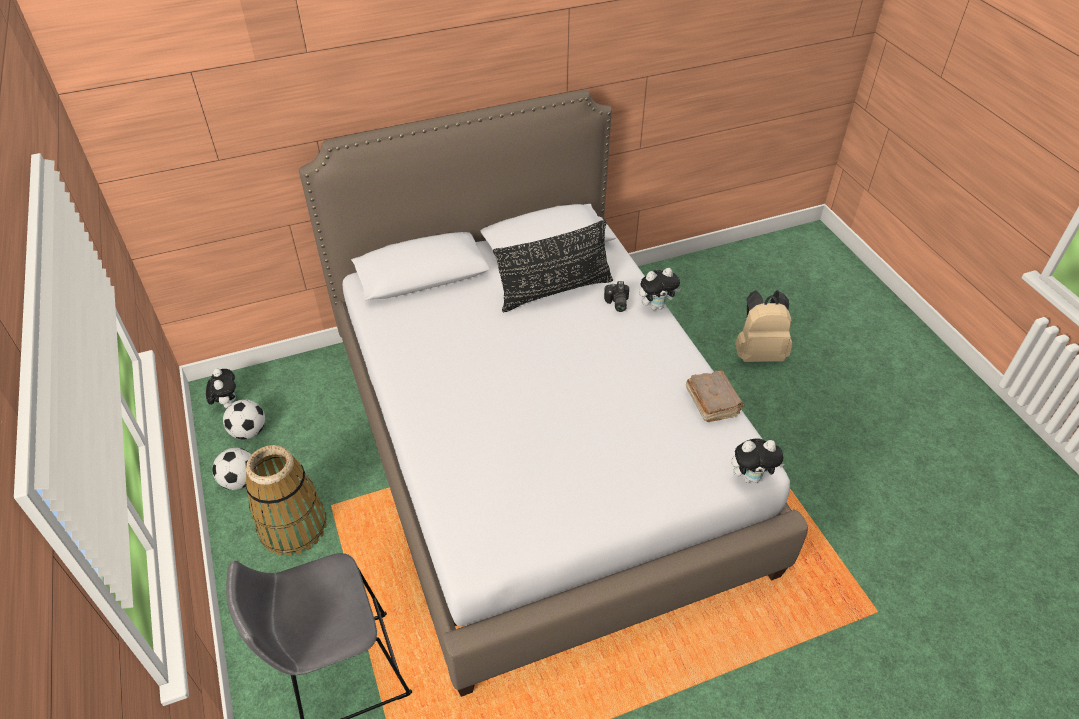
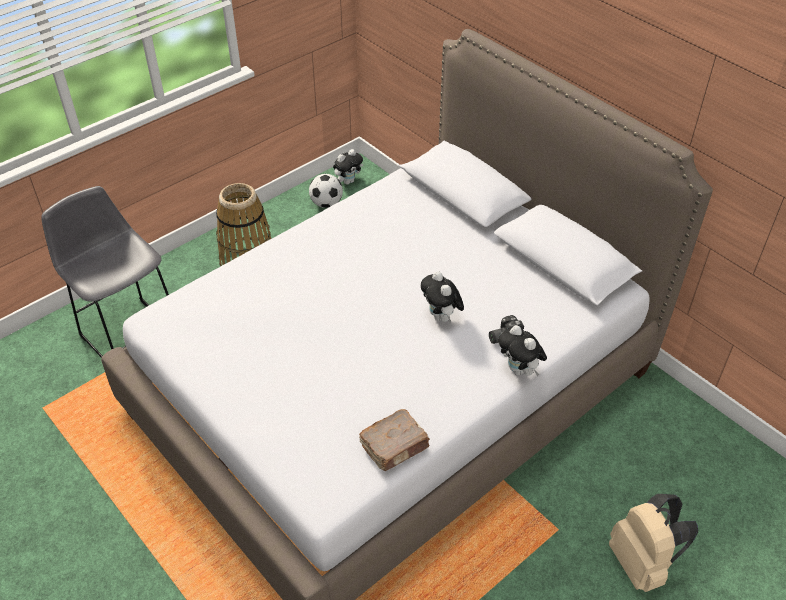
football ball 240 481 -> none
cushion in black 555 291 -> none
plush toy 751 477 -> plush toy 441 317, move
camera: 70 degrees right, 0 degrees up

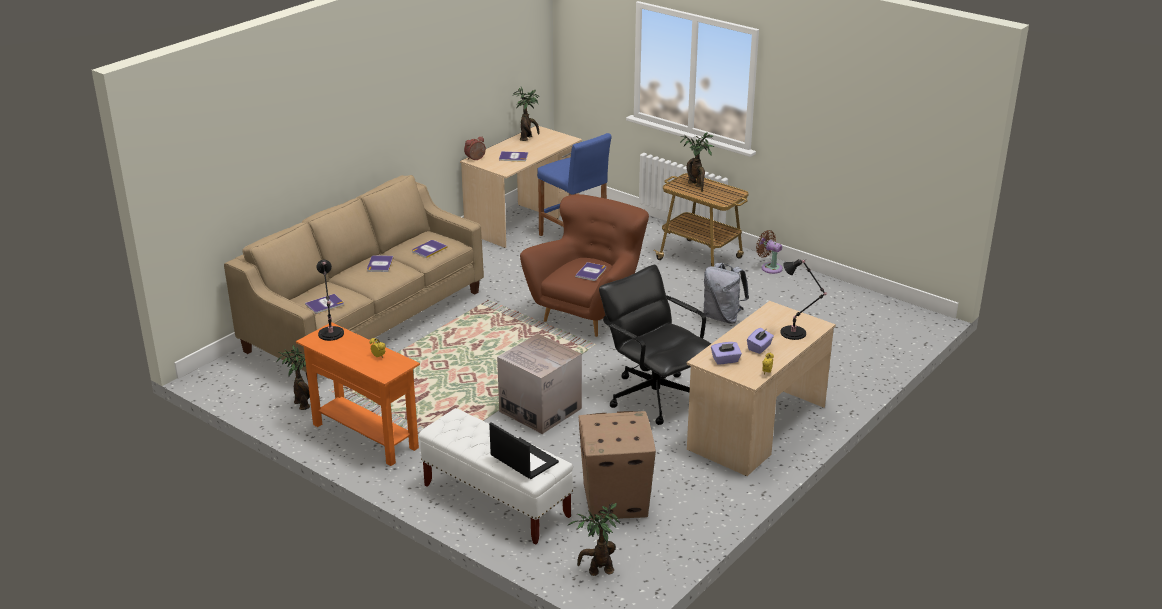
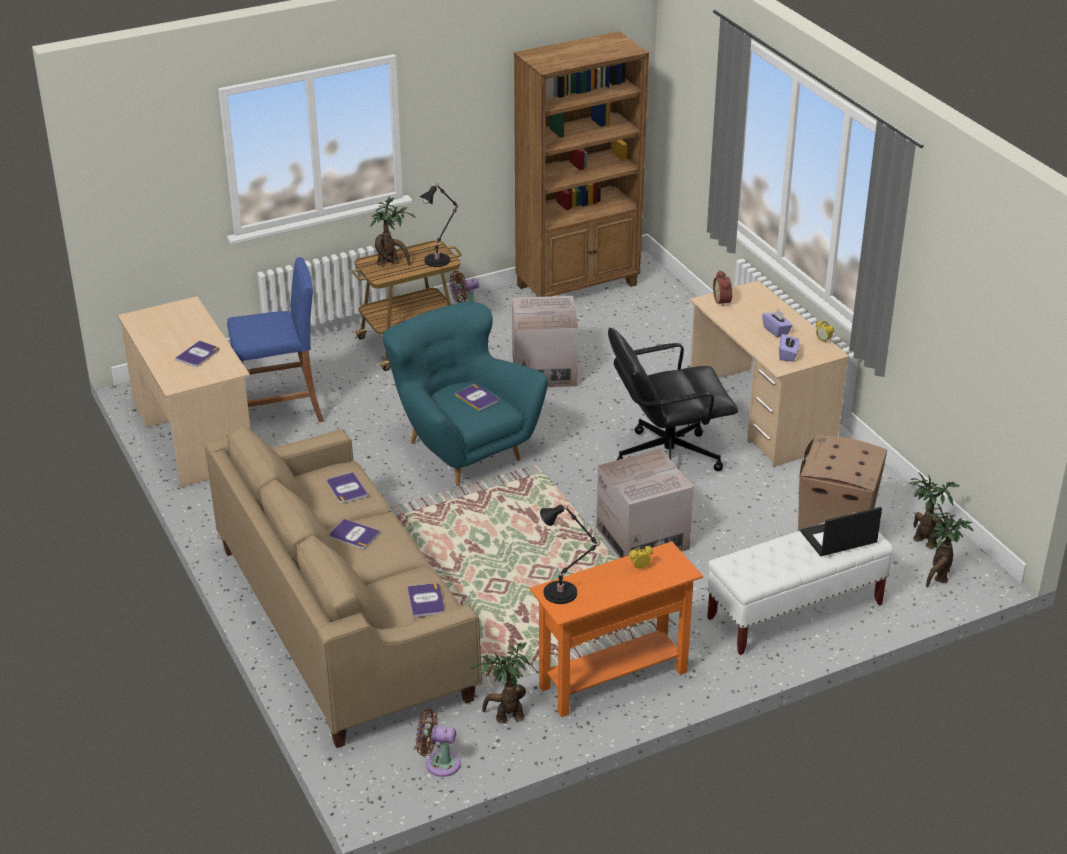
none -> electric fan in brown-coloured 439 763
none -> bookshelf in brown-coloured 578 285
table clock 476 159 -> table clock 723 301, move
potted plant 528 138 -> potted plant 923 540, move
tabletop lamp in black 795 333 -> tabletop lamp in black 439 259, move
rucksack in grey 722 317 -> carton 544 370
armchair in brown-coloured 588 312 -> armchair in blue-green 462 449
camera: 65 degrees left, 5 degrees up

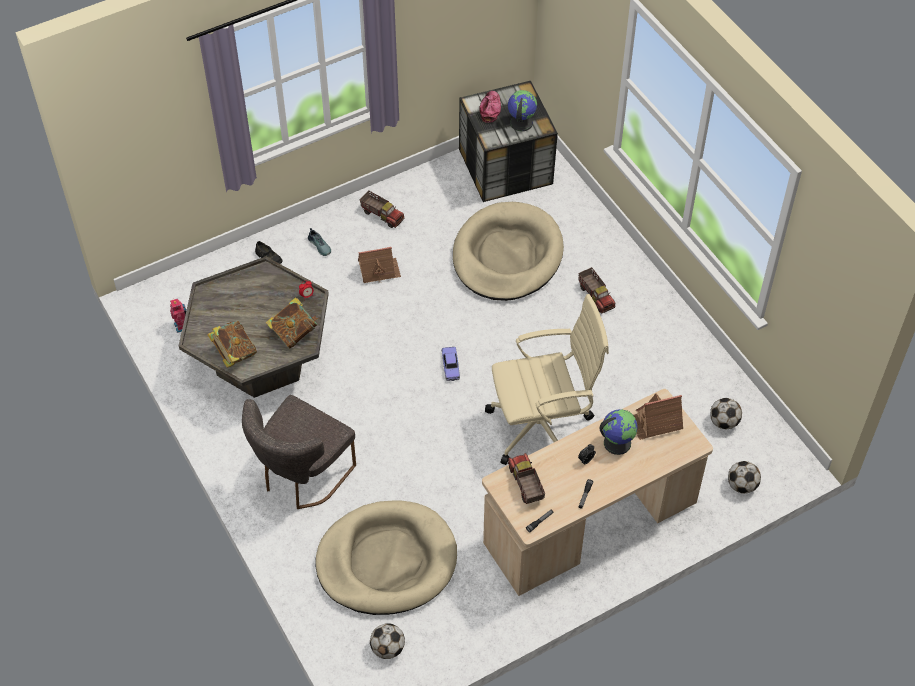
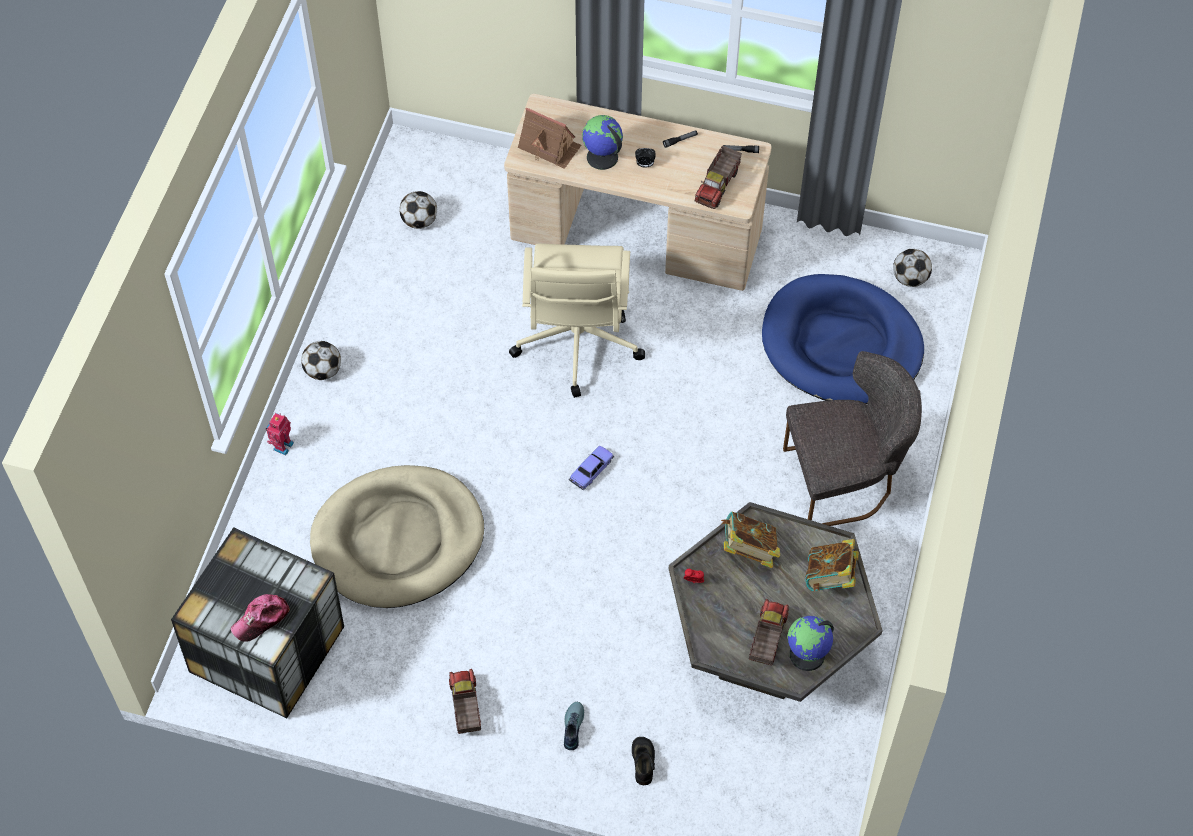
miniature house 379 270 -> none
toy robot 182 326 -> toy robot 282 445, move
desk globe 520 123 -> desk globe 807 655, move
toy lorry 596 296 -> toy lorry 766 638, move
football ball 741 485 -> football ball 323 371, move
pet bed in beige-coloured 386 561 -> pet bed in blue-coloured 841 345
computer chair in beige-coloured 543 427 -> computer chair in beige-coloured 577 344, 120 degrees counterclockwise
camera: 135 degrees left, 5 degrees up

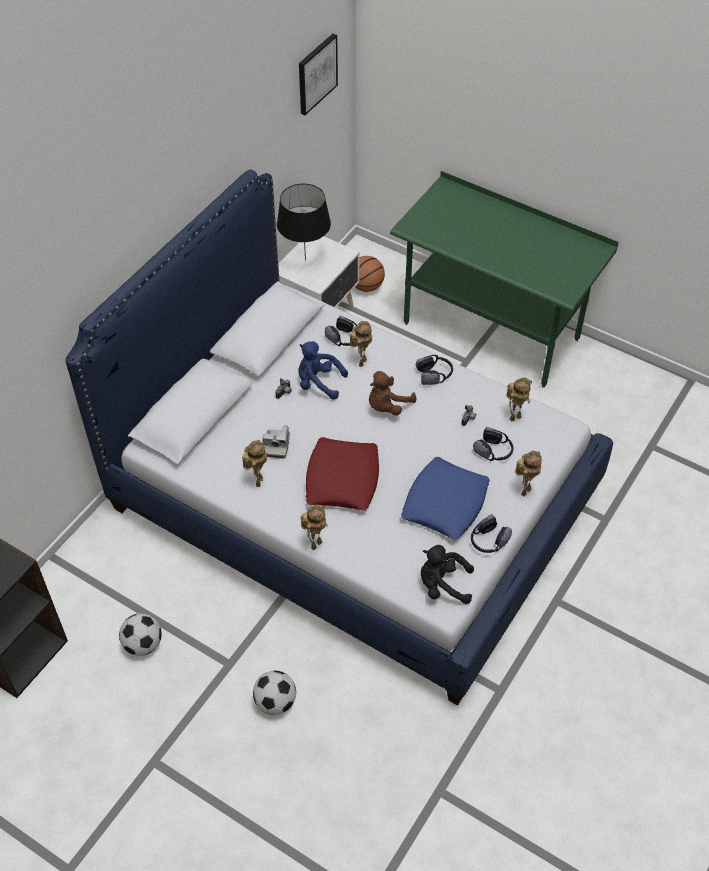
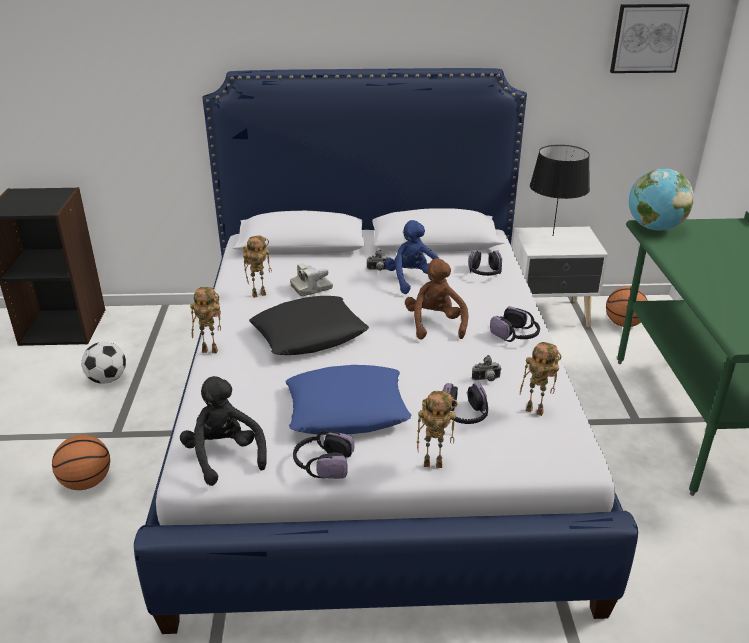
toy robot 361 361 -> none
none -> desk globe 654 228
football ball 275 702 -> ball for basketball 86 482
cushion in reddish 342 479 -> cushion in black 309 334
plush toy in brown-coloured 387 406 -> plush toy in brown-coloured 435 324, 75 degrees clockwise
camera: 55 degrees right, 20 degrees down

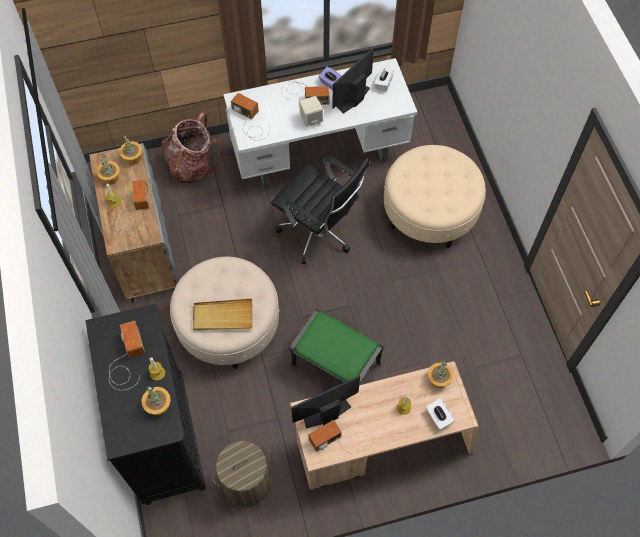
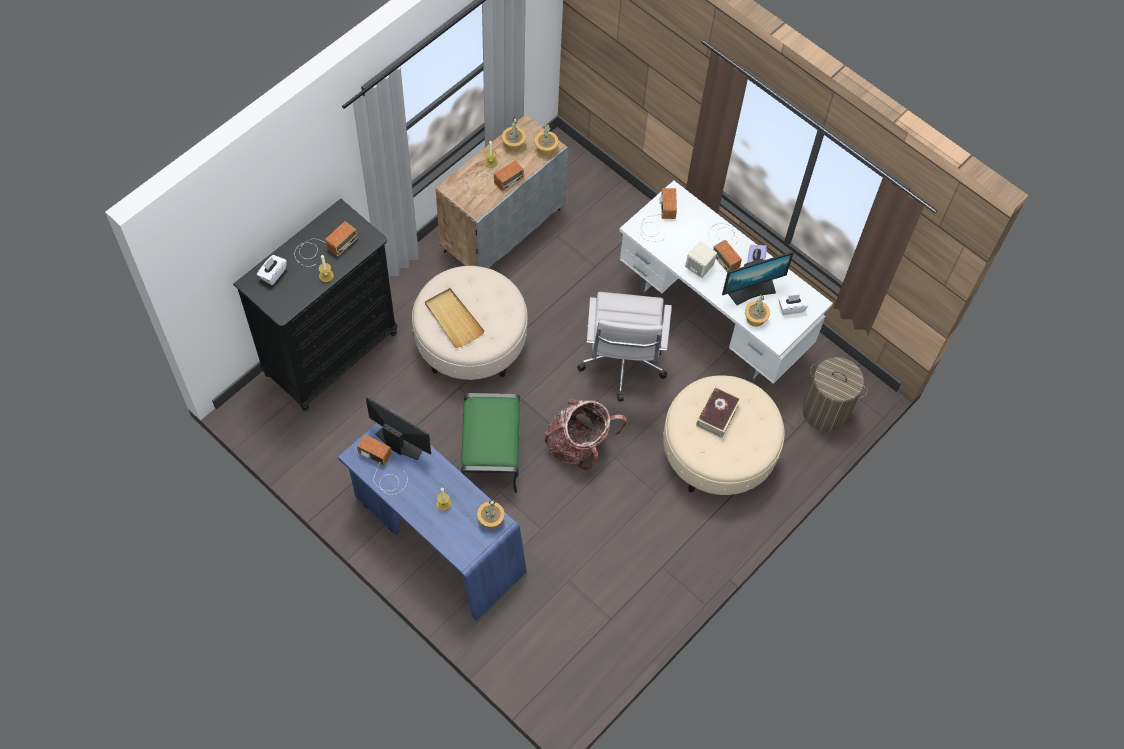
none -> volume 717 415
potted plant 158 406 -> potted plant 755 318, move
rucksack 192 165 -> rucksack 579 445, move
laundry basket 246 483 -> laundry basket 825 411, move
box of tissues in whitish 438 417 -> box of tissues in whitish 273 274, move
computer chair in black 319 234 -> computer chair in whitish 622 366
desk in beige-coloured 382 444 -> desk in blue-coloured 436 536
monitor 352 98 -> monitor 751 290, 150 degrees clockwise
camera: 55 degrees right, 0 degrees up

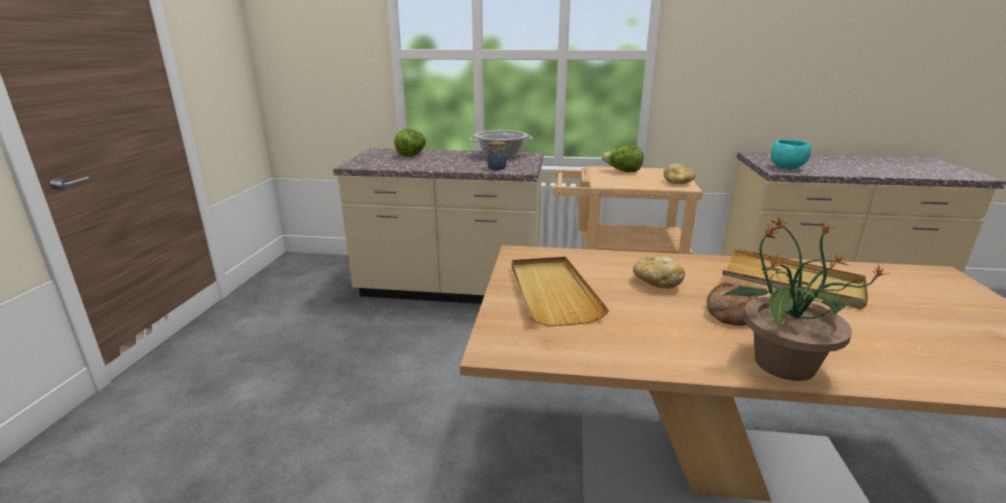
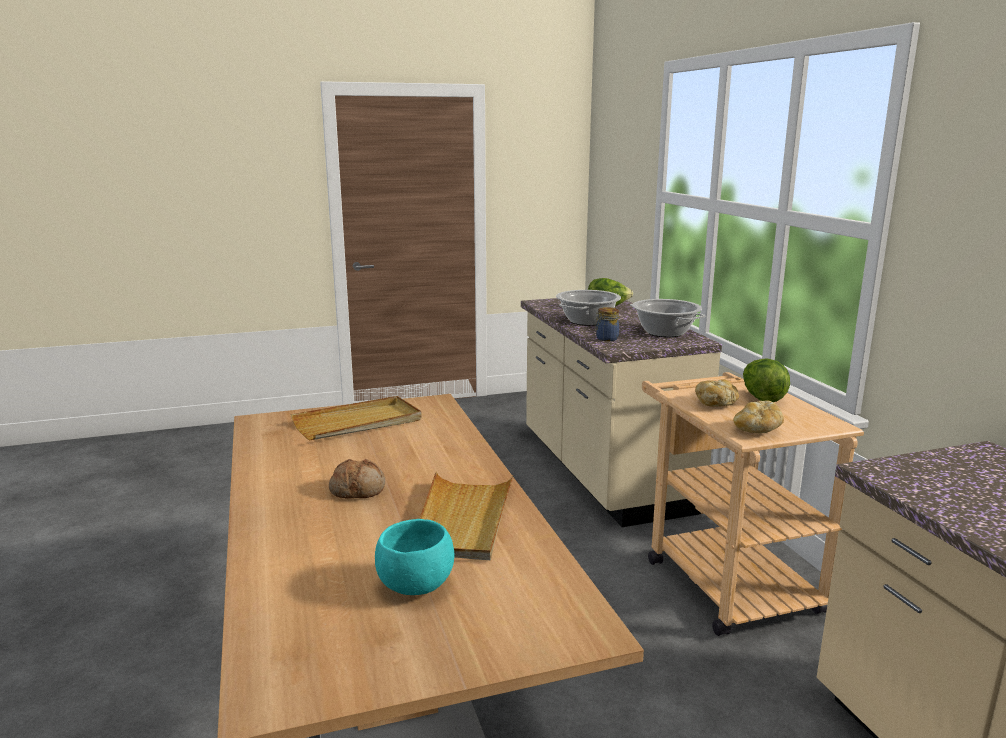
potted plant 781 363 -> none
none -> stockpot 587 321
baked bread 656 282 -> baked bread 716 403, move
serving bowl in blue-green 786 168 -> serving bowl in blue-green 415 586, move
camera: 65 degrees right, 5 degrees down

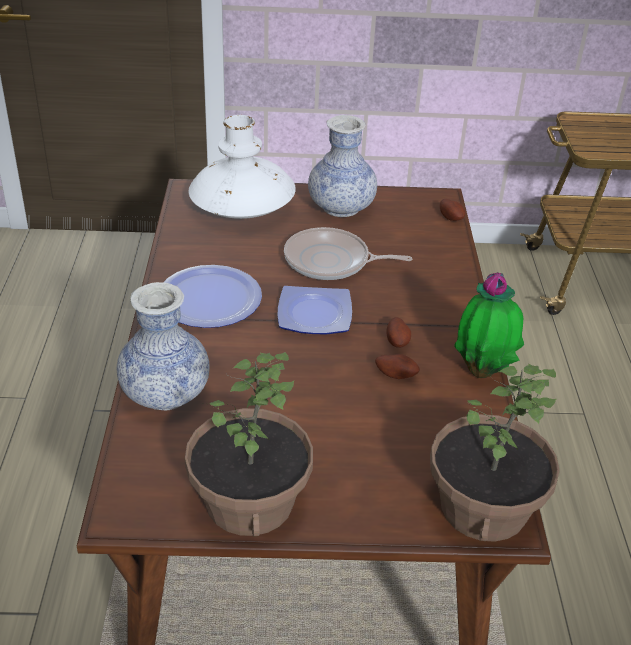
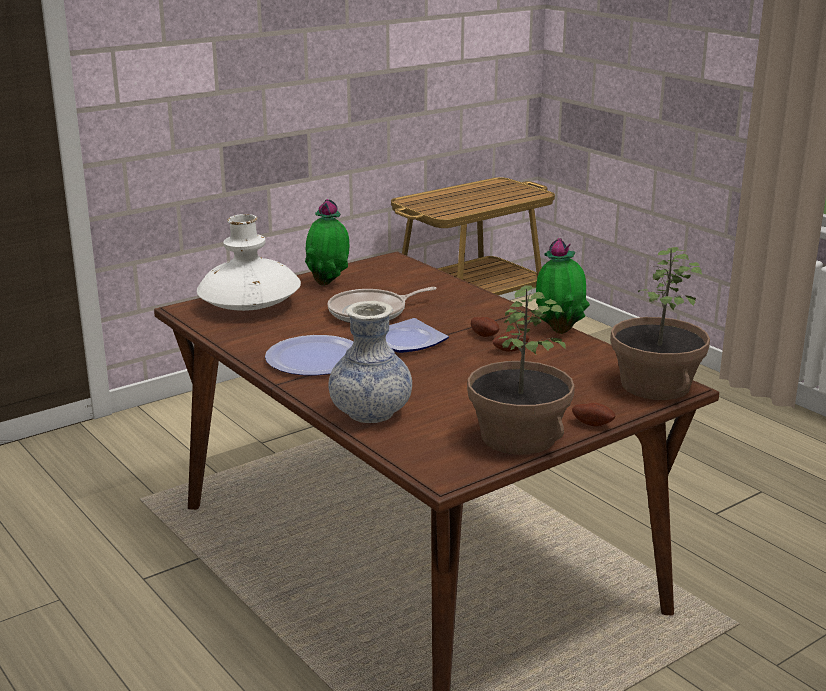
whole potato 451 218 -> whole potato 593 424, move
vase 341 207 -> potted plant 329 284
camera: 35 degrees left, 15 degrees down

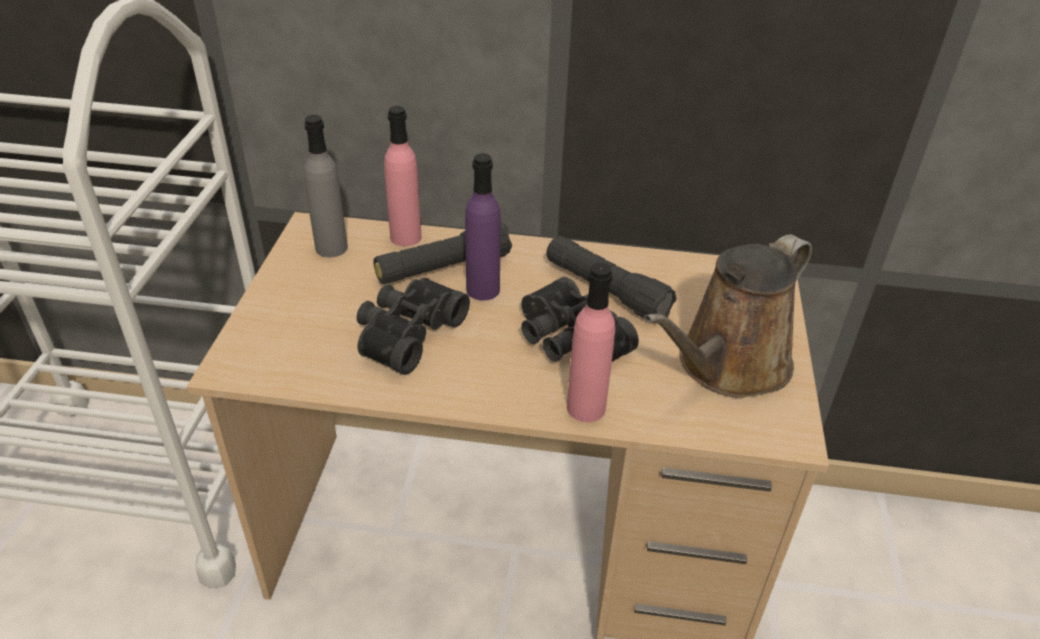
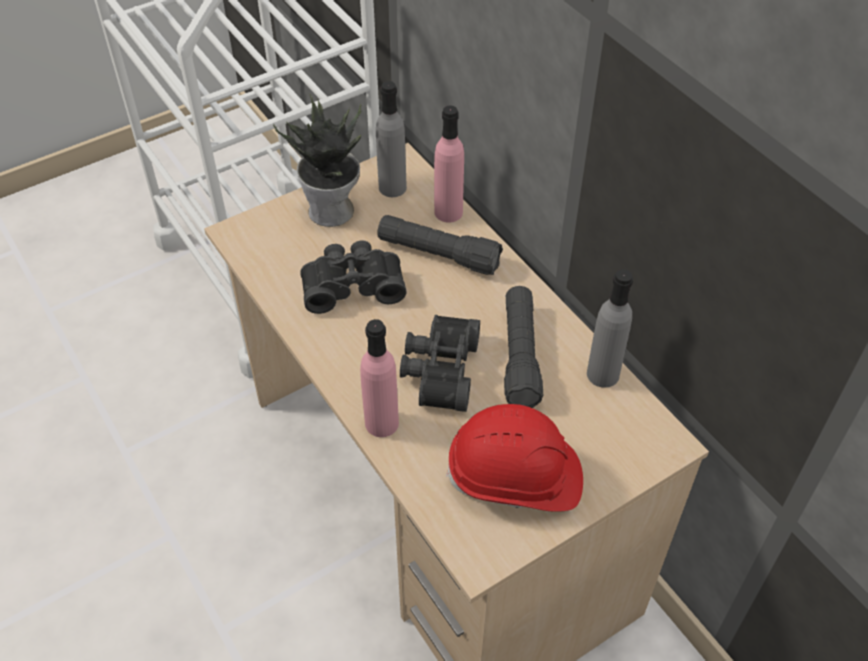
bottle in purplish 483 290 -> none
none -> potted plant 333 211
none -> bottle in grey 602 374
watering pot in brown-coloured 727 366 -> safety helmet in reddish 515 477
camera: 50 degrees right, 10 degrees up

